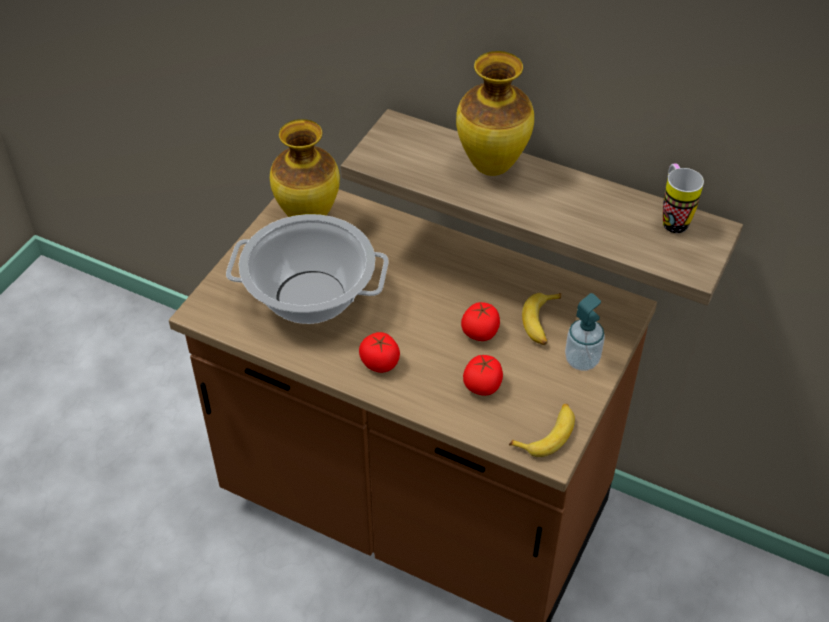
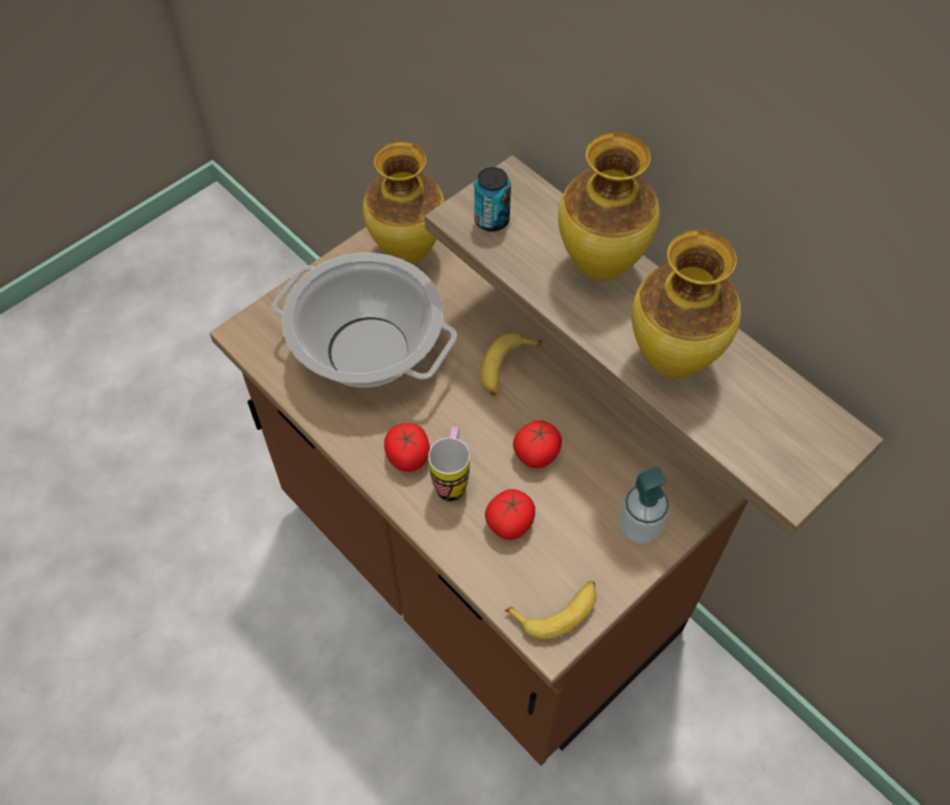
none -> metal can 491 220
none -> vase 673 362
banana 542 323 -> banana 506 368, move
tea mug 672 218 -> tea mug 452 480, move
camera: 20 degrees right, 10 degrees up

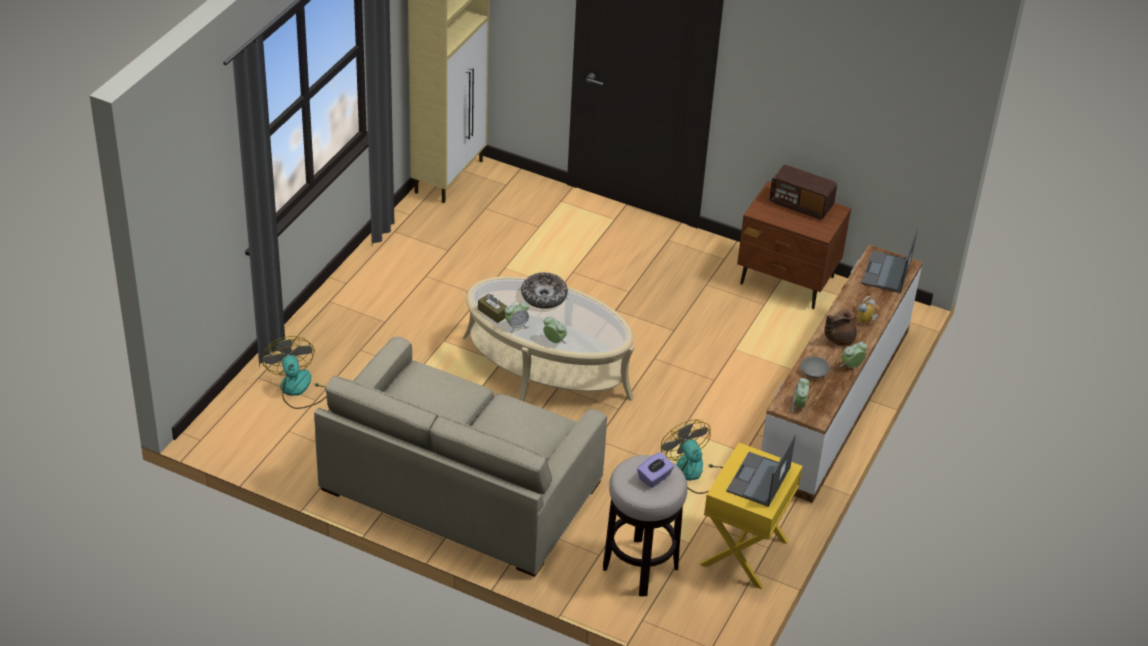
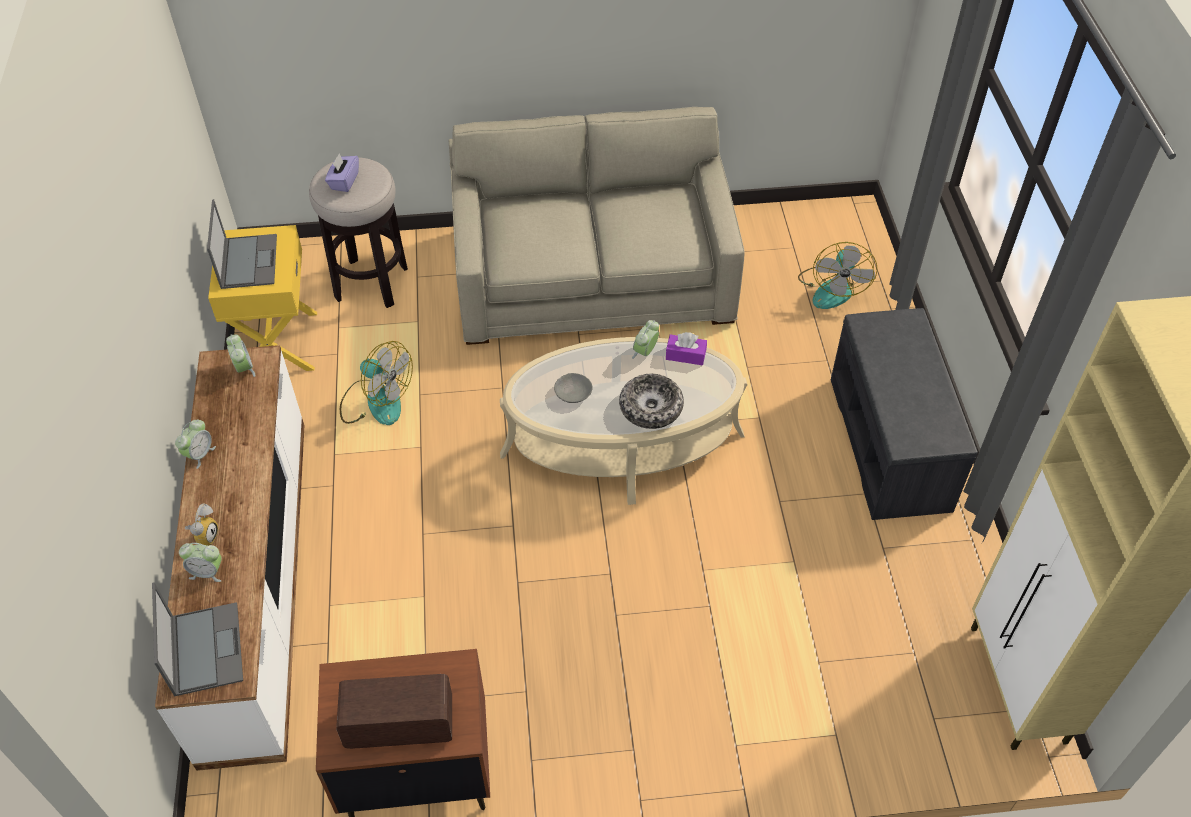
teapot in brown-coloured 838 339 -> none
none -> long seat in grey 891 444
table clock 554 341 -> table clock 207 572, move
serving bowl in grey 814 372 -> serving bowl in grey 573 393, move
box of tissues in brown-coloured 493 313 -> box of tissues in purplish 685 355
electric fan 298 389 -> electric fan 832 288, 60 degrees clockwise
camera: 150 degrees right, 10 degrees up

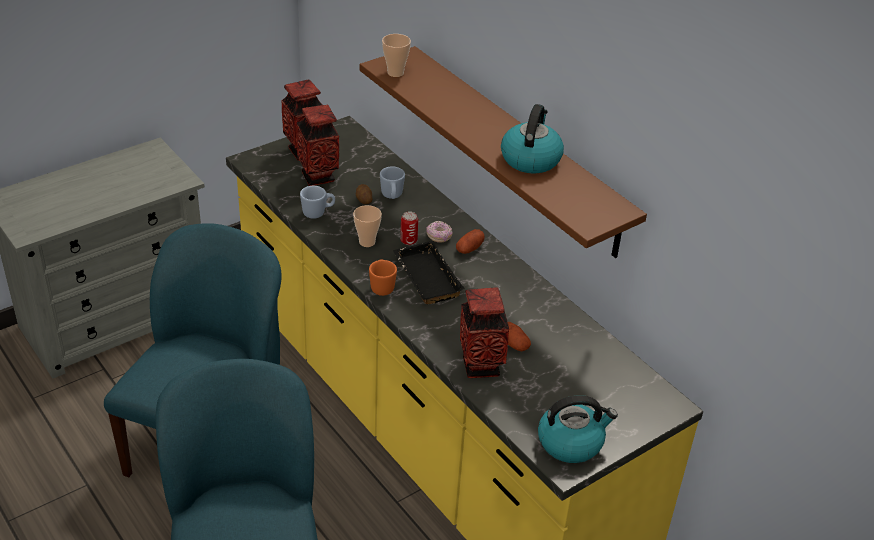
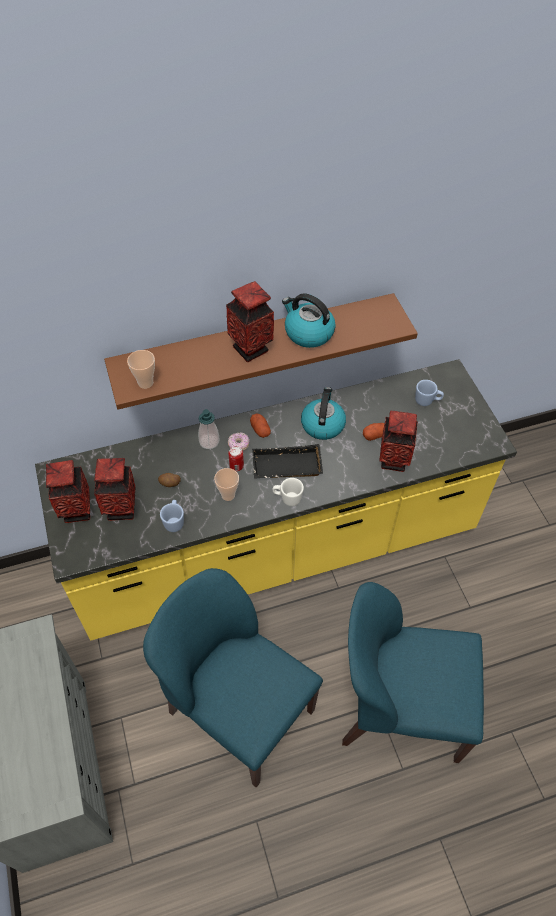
none -> soap bottle 209 441
none -> vase 251 349
tea mug in blue-coloured 392 196 -> tea mug in blue-coloured 427 401, move
kettle 571 442 -> kettle 322 424, move
tea mug in orange-coloured 382 286 -> tea mug in whitish 287 498
camera: 70 degrees left, 15 degrees up

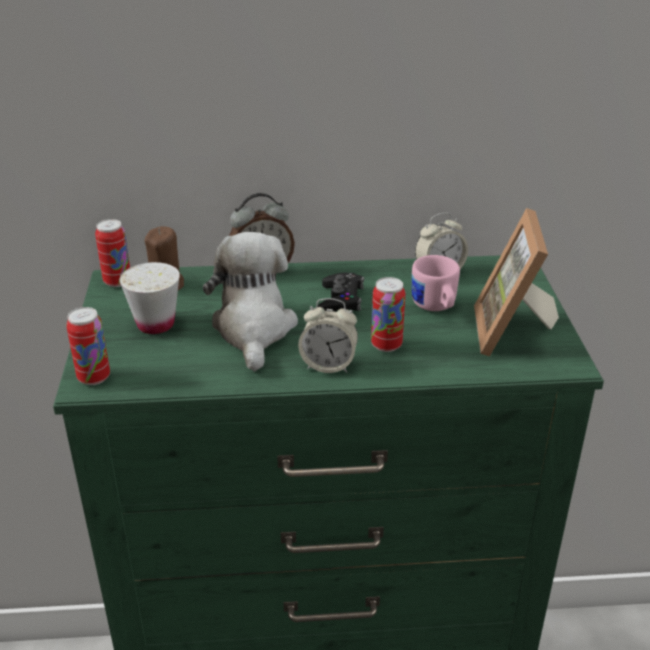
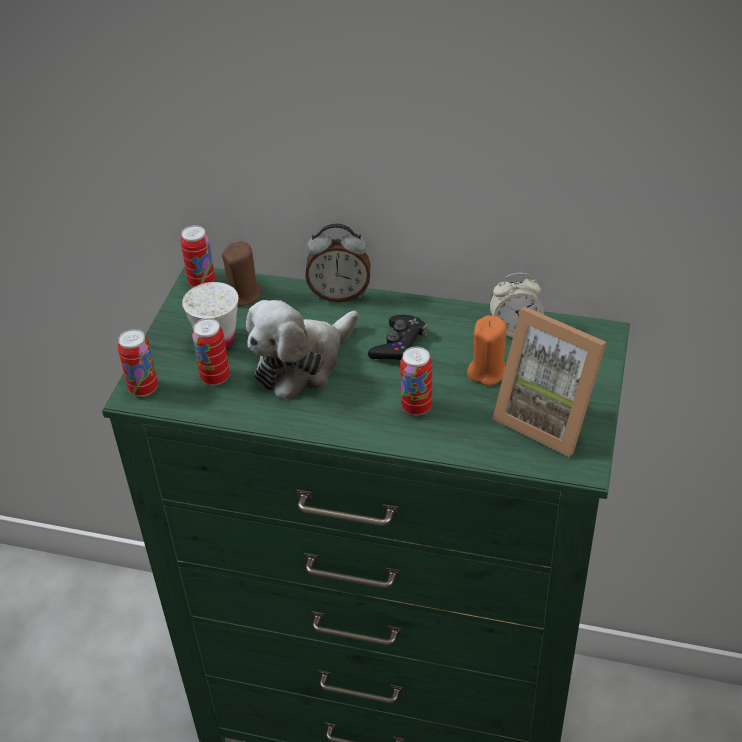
table clock 328 365 -> none
none -> metal can 215 377
tea mug in pink 435 307 -> wax candle in orange-coloured 487 371
plush toy 253 329 -> plush toy 302 363, 150 degrees counterclockwise
picture frame 513 332 -> picture frame 548 417, 75 degrees counterclockwise
camera: 20 degrees right, 10 degrees up

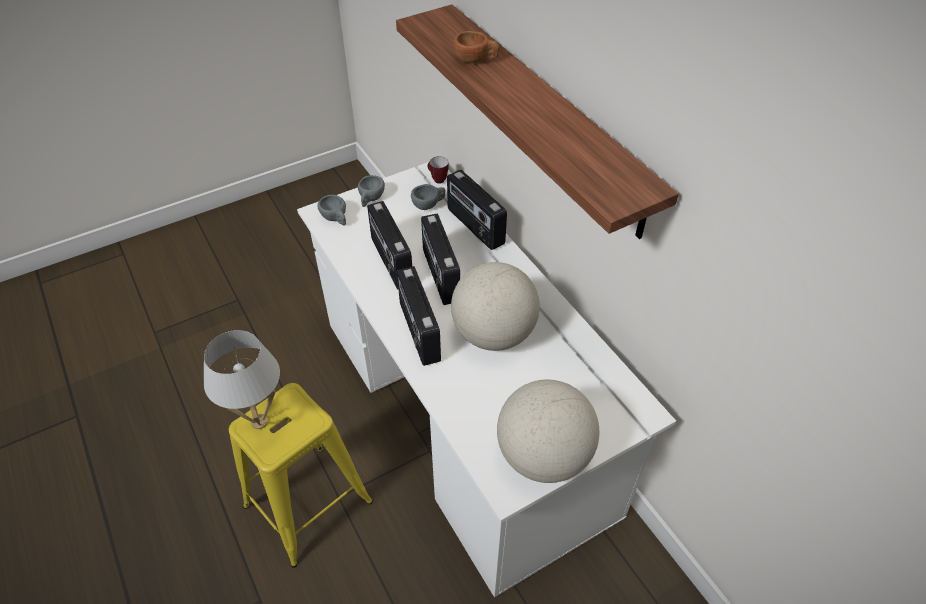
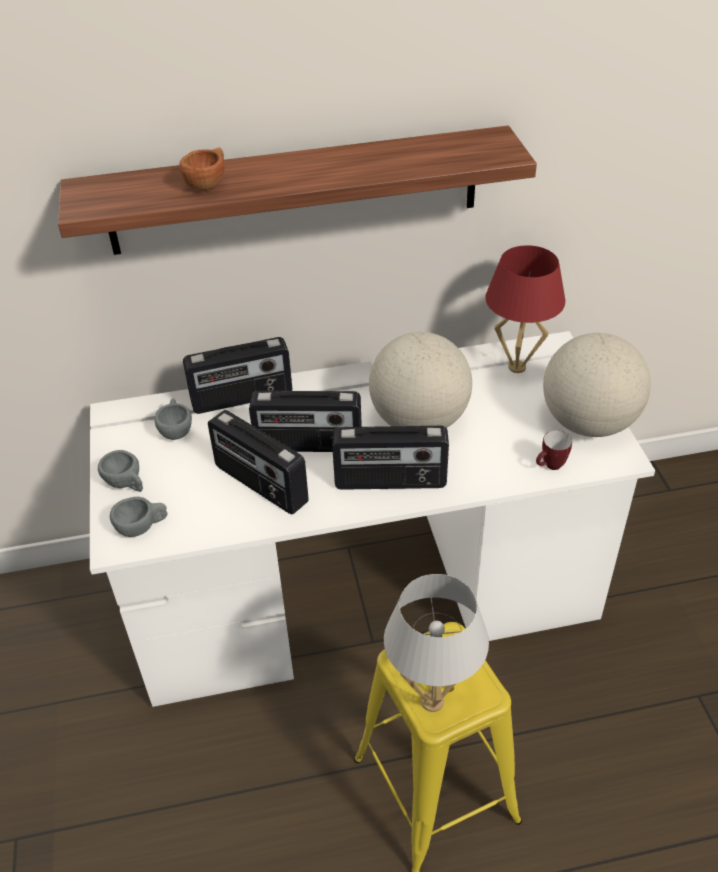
none -> tabletop lamp in reddish 517 367
tea mug 437 179 -> tea mug 550 467, move
radio receiver 391 262 -> radio receiver 260 485, 45 degrees clockwise
camera: 70 degrees left, 5 degrees down

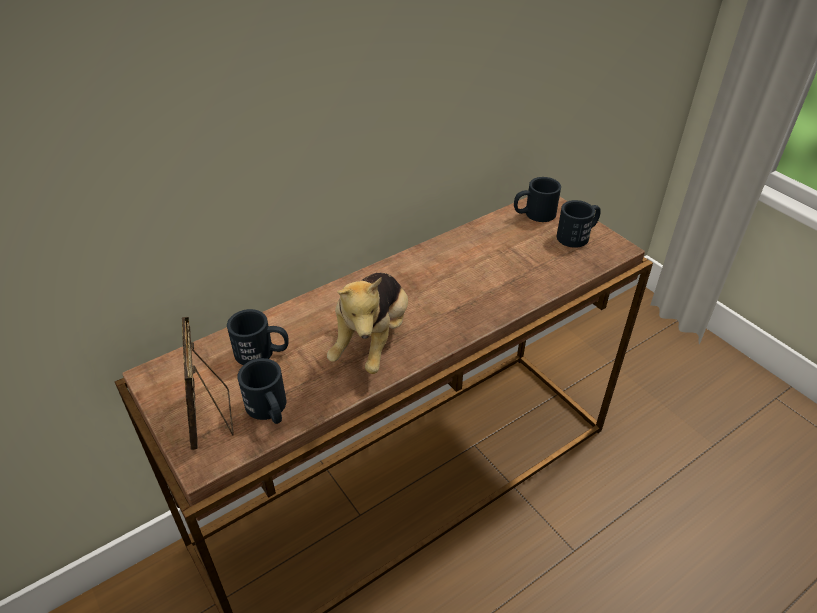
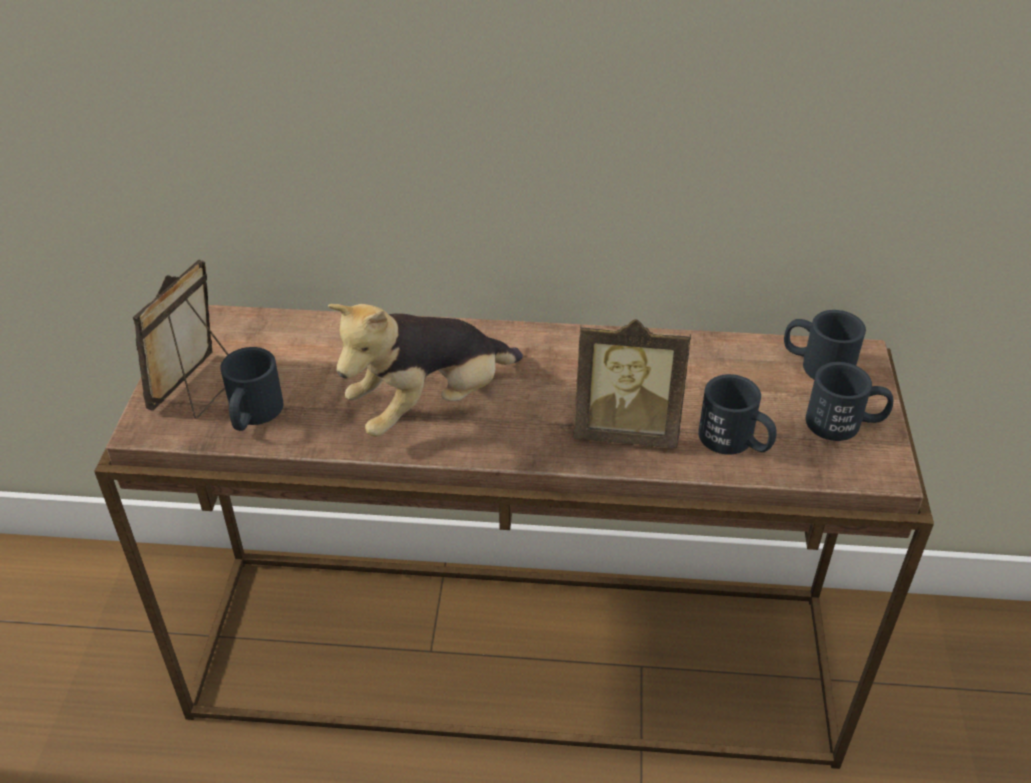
none -> picture frame 626 430
tea mug in black 262 352 -> tea mug in black 735 441, move
camera: 40 degrees right, 0 degrees up

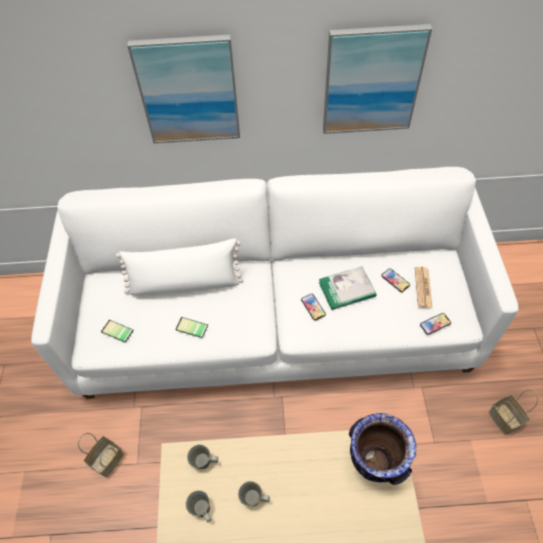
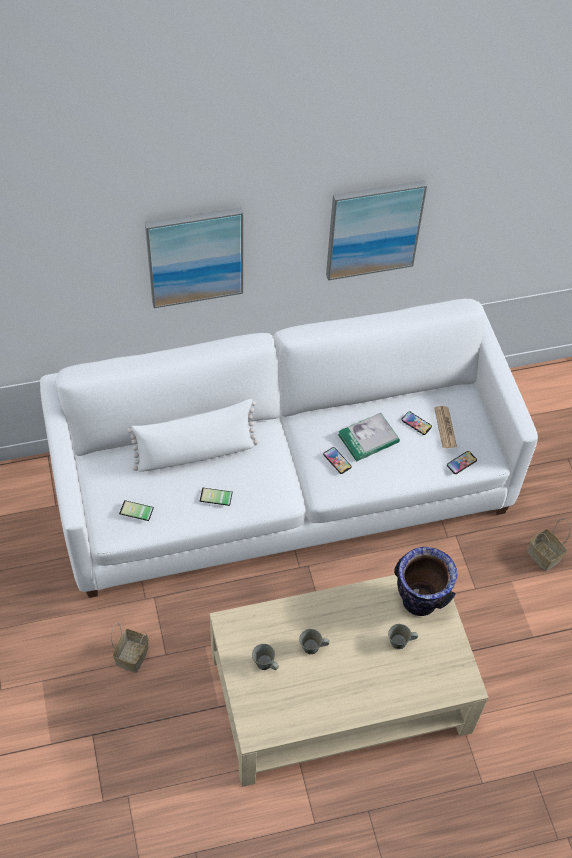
tea mug in grey 203 462 -> tea mug in grey 399 642, move
camera: 15 degrees left, 0 degrees up

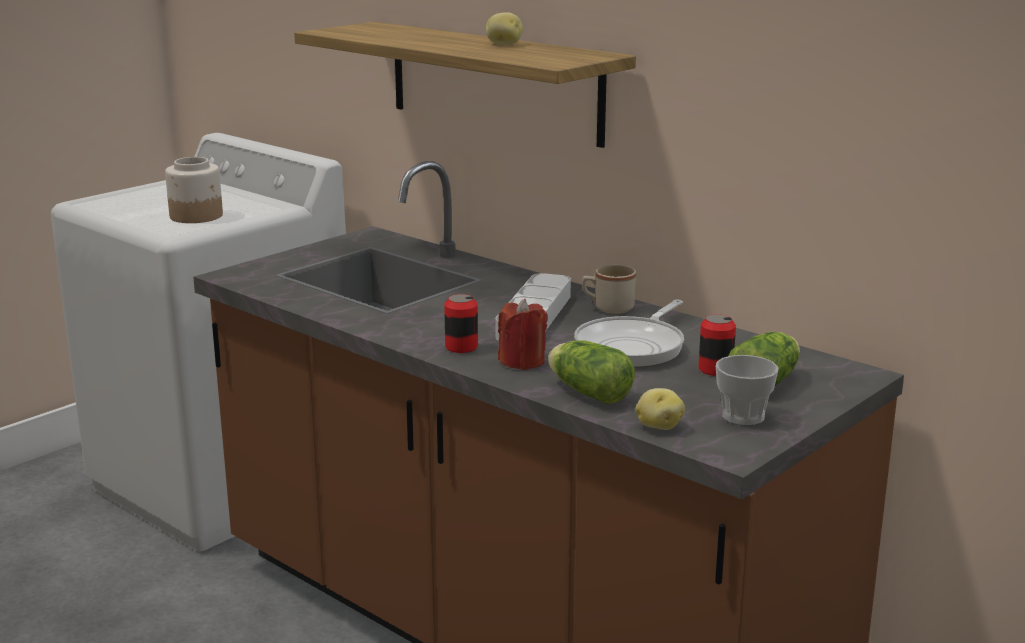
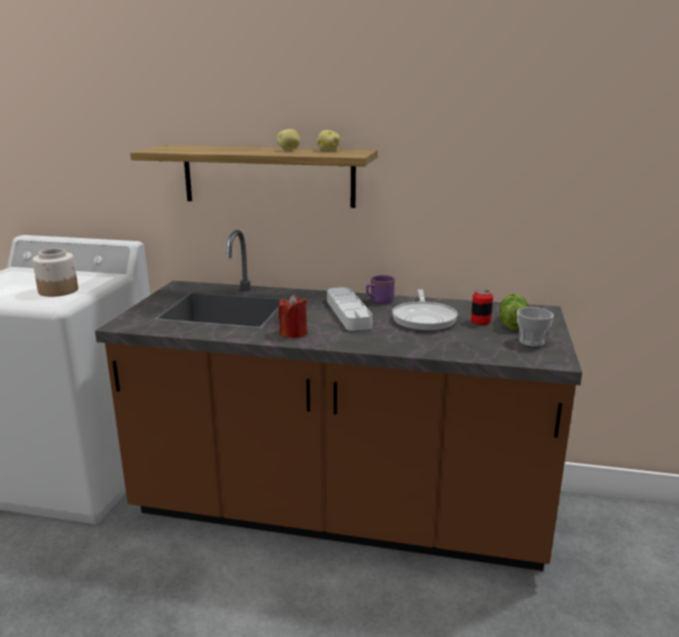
metal can 461 347 -> none
lettuce head 587 392 -> none
wax candle in reddish 522 361 -> wax candle in reddish 293 333, move
whole potato 658 426 -> whole potato 327 151, move
tea mug in beige-coloured 608 308 -> tea mug in purplish 379 301
camera: 30 degrees left, 0 degrees up

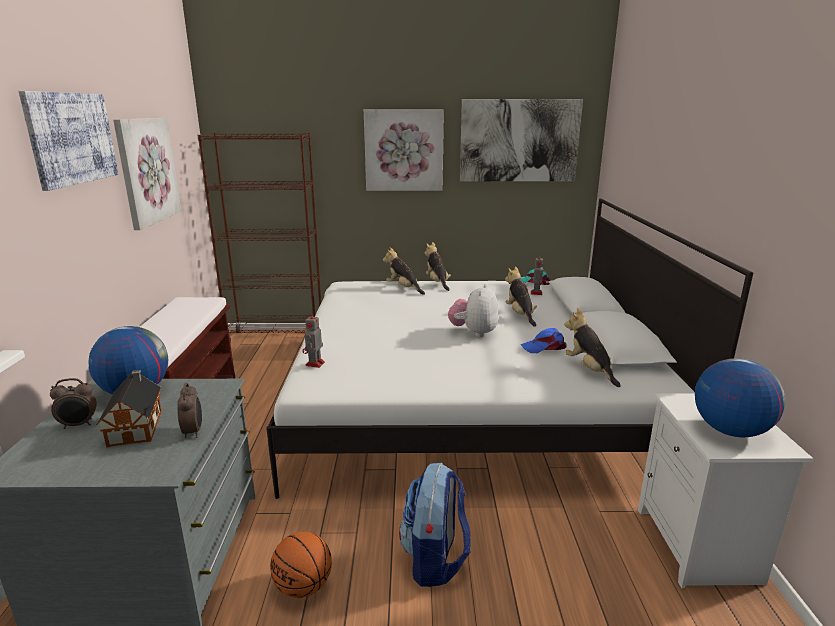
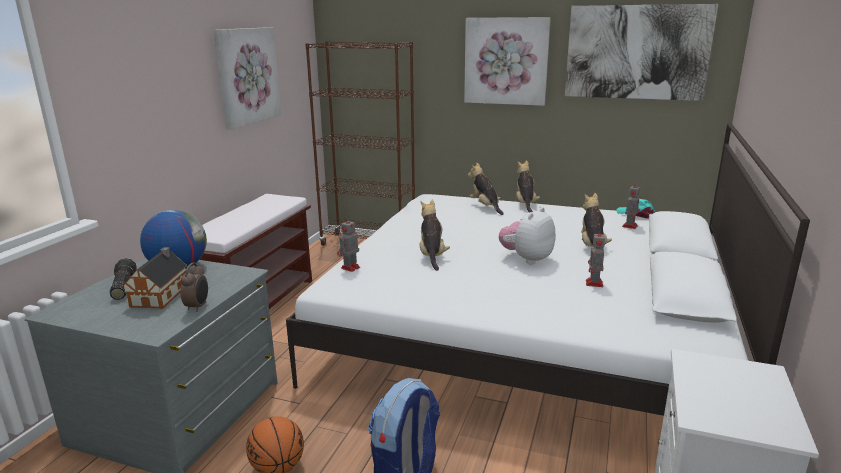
wall picture 71 138 -> none
desk globe 729 430 -> none
plush toy 589 370 -> plush toy 432 256, move
table clock 79 425 -> torch 122 287
baseball cap in blue-coloured 544 347 -> toy robot 594 284
camera: 20 degrees right, 0 degrees up

